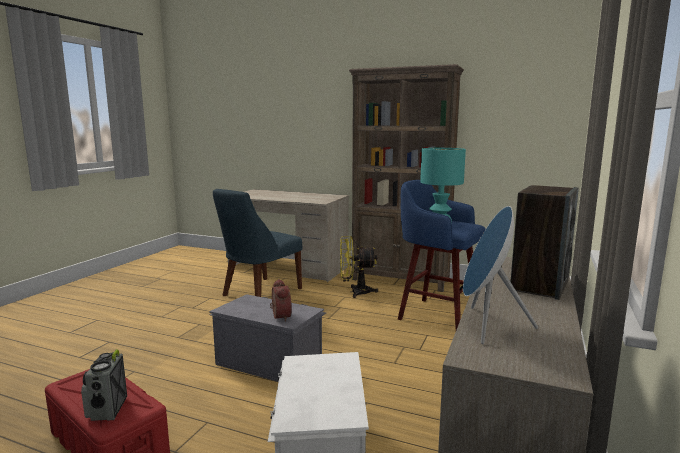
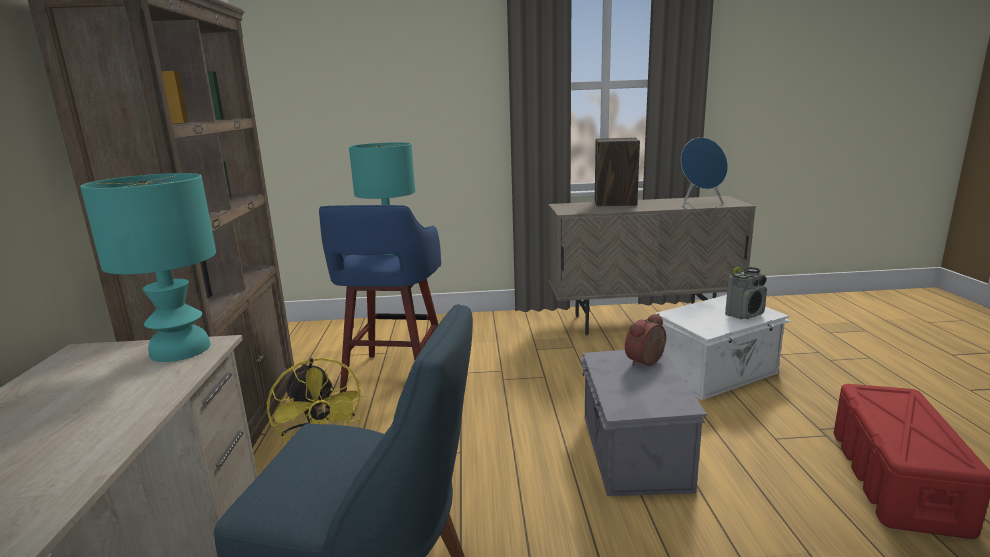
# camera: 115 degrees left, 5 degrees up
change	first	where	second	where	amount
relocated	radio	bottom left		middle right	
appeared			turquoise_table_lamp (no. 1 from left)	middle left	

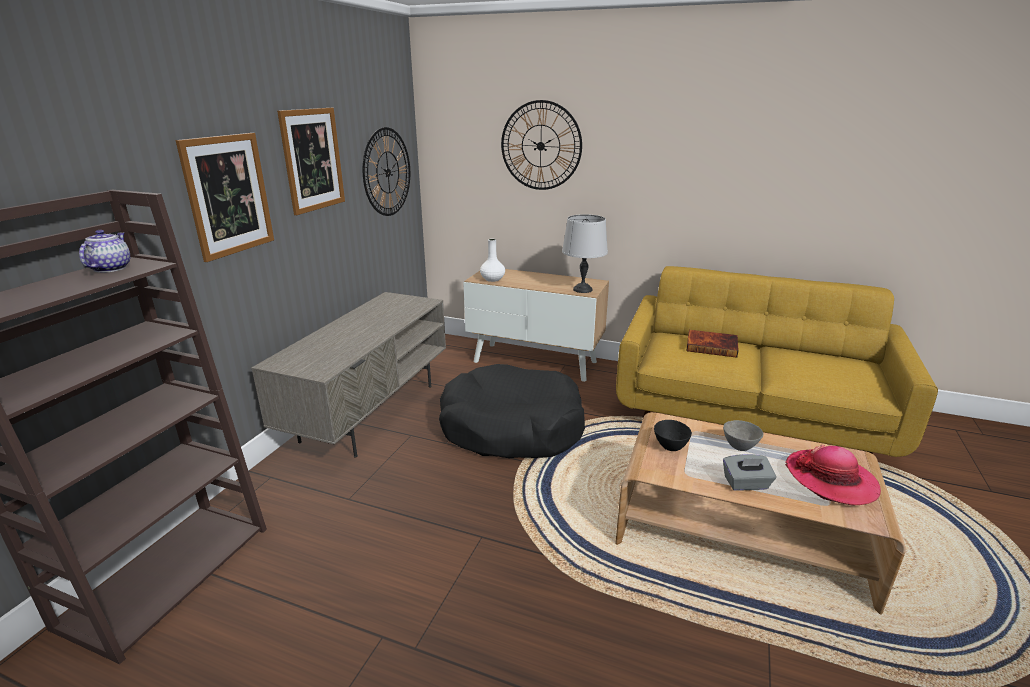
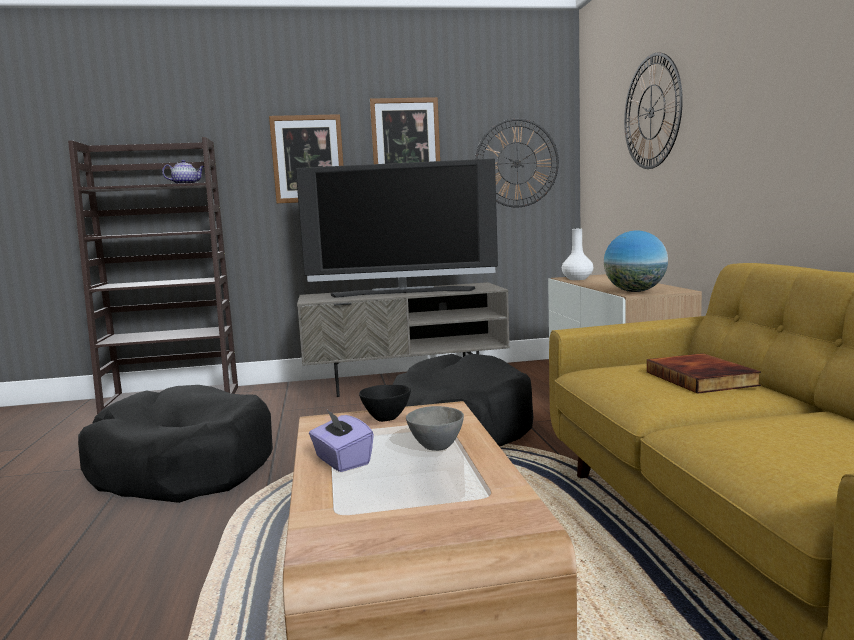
# camera: 60 degrees right, 15 degrees down
change	first	where	second	where	amount
exchanged	grey_table_lamp	centre	globe	middle right	
missing	hat	bottom right			
colour	grey_tissue_box	bottom right	purple_tissue_box	bottom centre	
appeared			television	centre	
appeared			black_dog_bed (no. 1 from left)	bottom left	

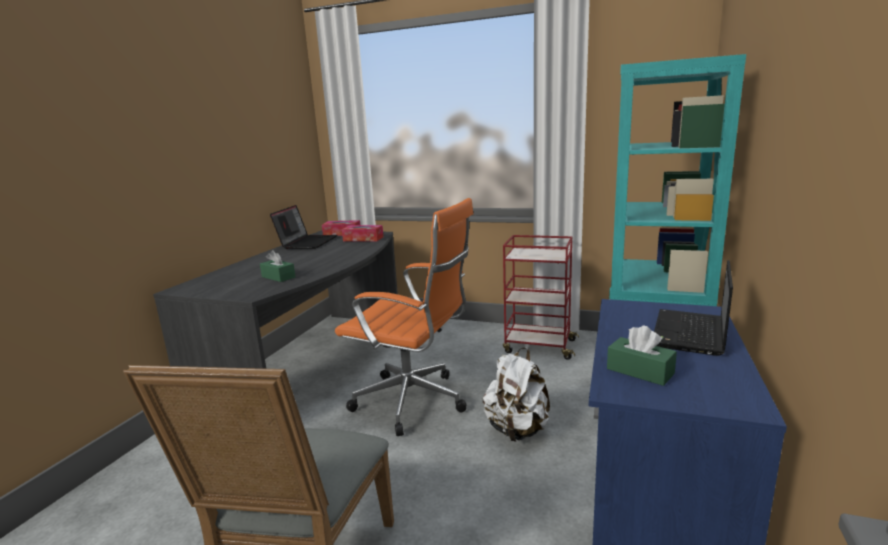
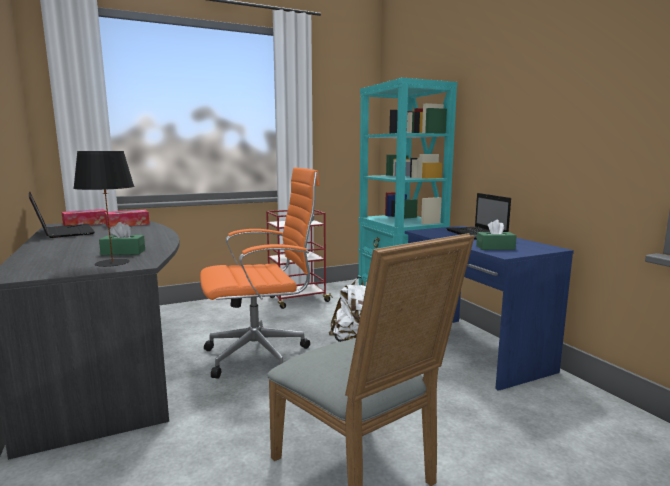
# camera: 45 degrees left, 5 degrees down
change	first	where	second	where	amount
appeared			black_table_lamp	middle left	

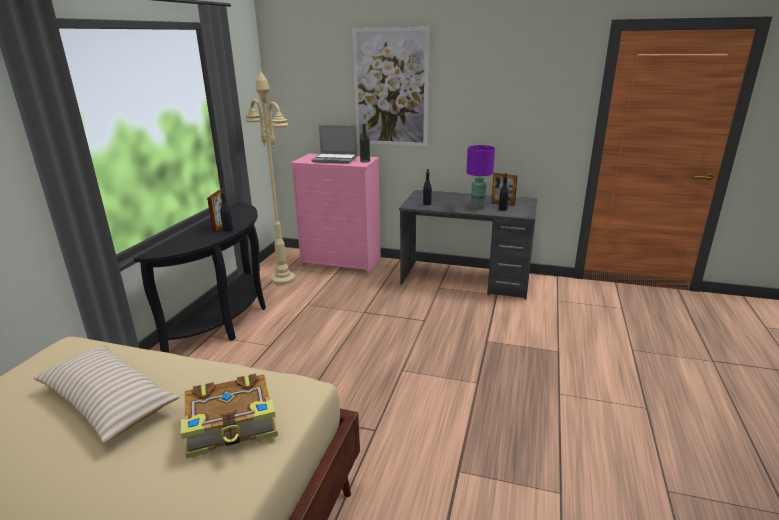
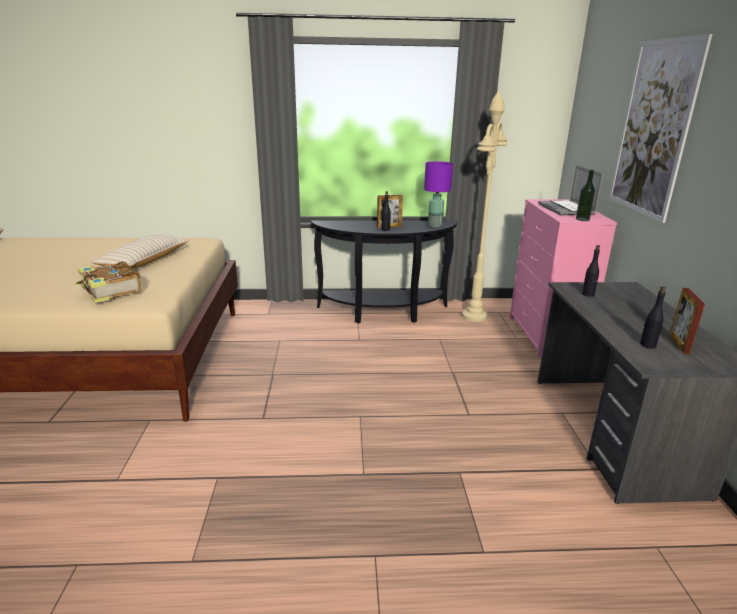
# camera: 70 degrees right, 0 degrees up
change	first	where	second	where	amount
relocated	purple_table_lamp	centre		top centre	

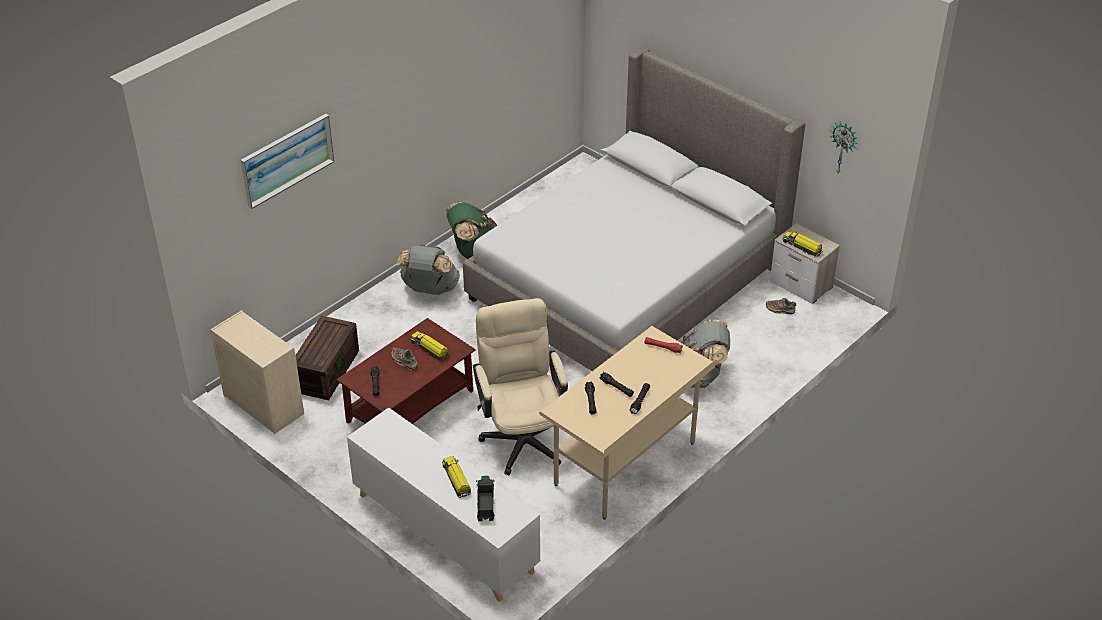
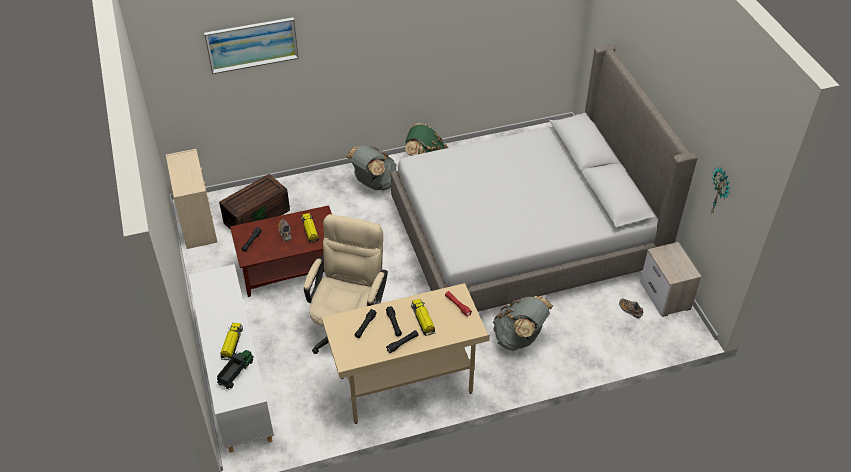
# camera: 30 degrees right, 5 degrees up
change	first	where	second	where	amount
relocated	toy_truck (no. 4 from left)	middle right		bottom centre	

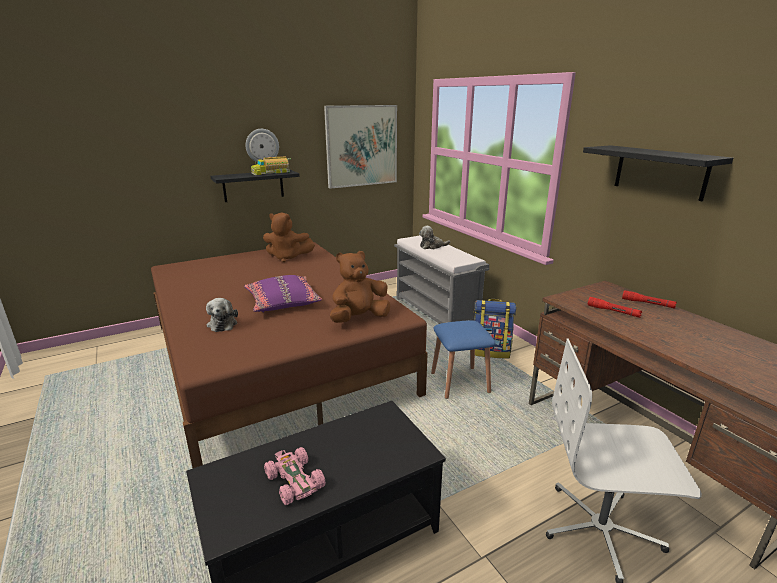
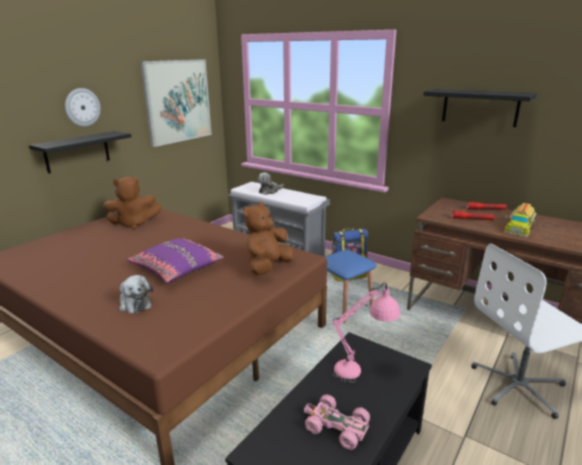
# camera: 25 degrees left, 0 degrees up
change	first	where	second	where	amount
relocated	toy_truck	top centre		middle right	
appeared			pink_table_lamp	bottom centre	

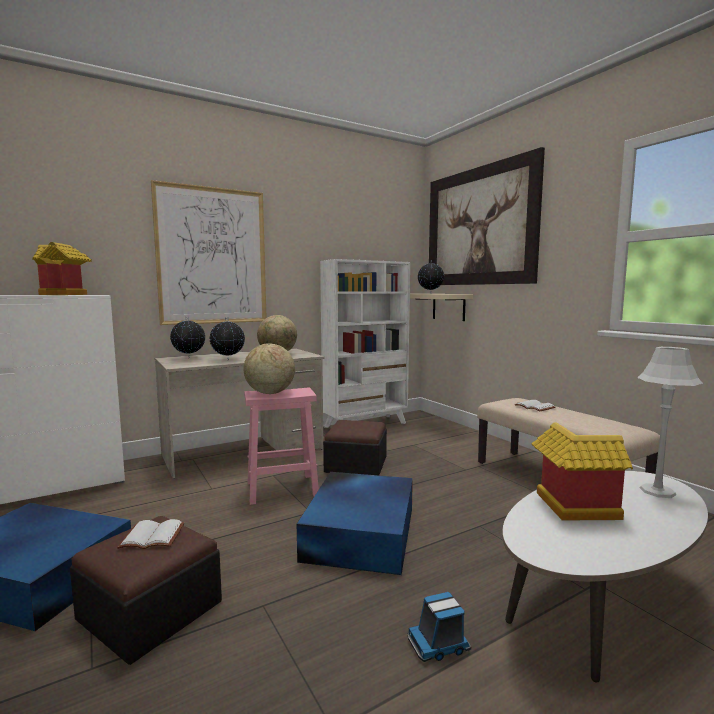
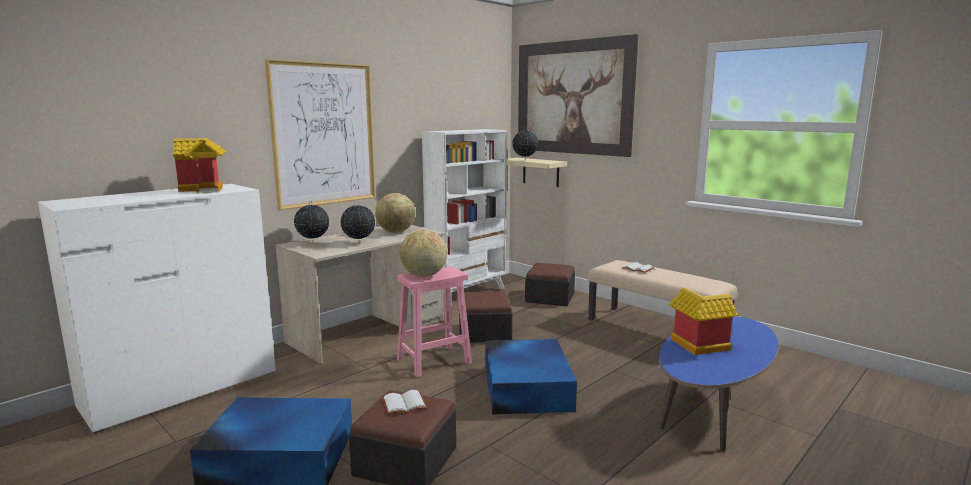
# camera: 15 degrees left, 5 degrees up
change	first	where	second	where	amount
missing	grey_table_lamp	middle right			
colour	white_coffee_table	bottom right	blue_coffee_table	bottom right	
missing	toy_truck	bottom centre			
appeared			ottoman (no. 3 from left)	centre	

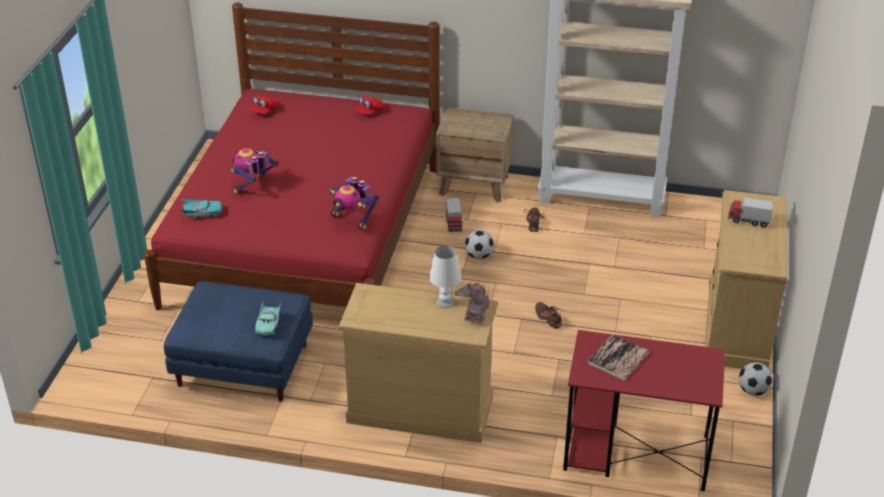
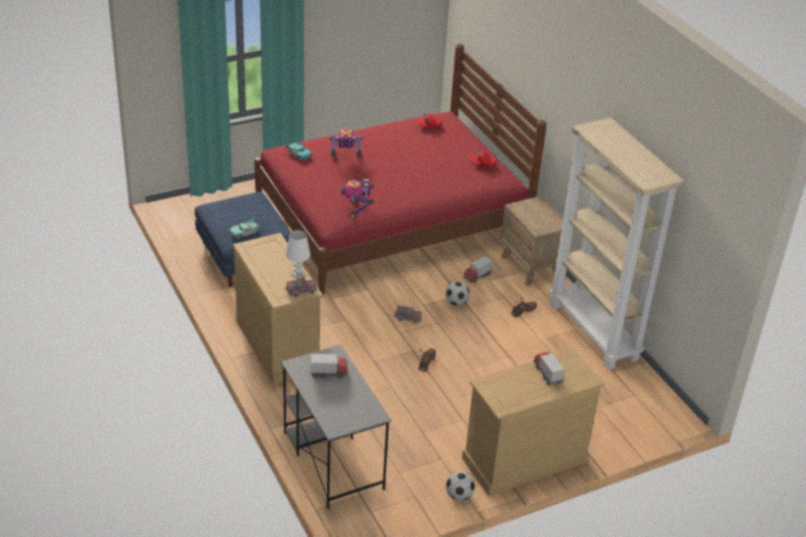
# camera: 50 degrees right, 0 degrees up
change	first	where	second	where	amount
colour	red_desk	bottom right	grey_desk	bottom centre	
exchanged	book	bottom right	toy_truck (no. 2 from left)	bottom centre	

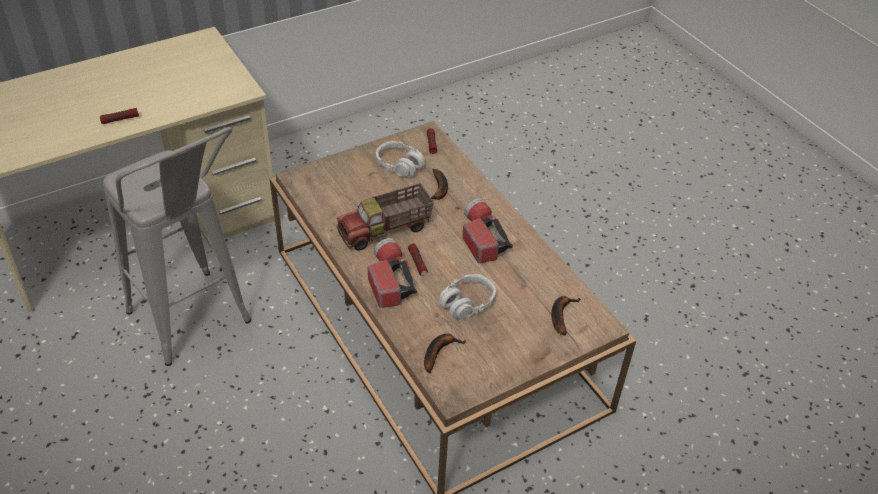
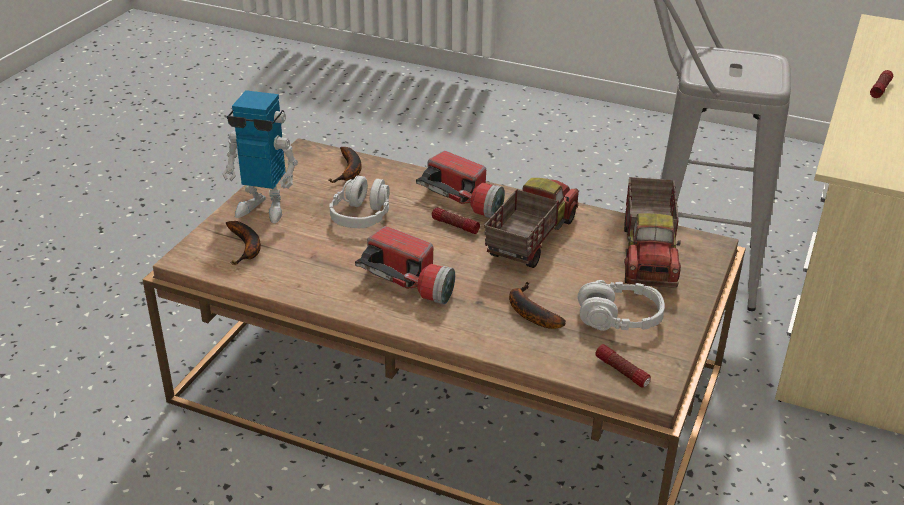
# camera: 145 degrees right, 10 degrees down
change	first	where	second	where	amount
appeared			toy_robot	top left	
appeared			toy_truck (no. 2 from left)	middle right	

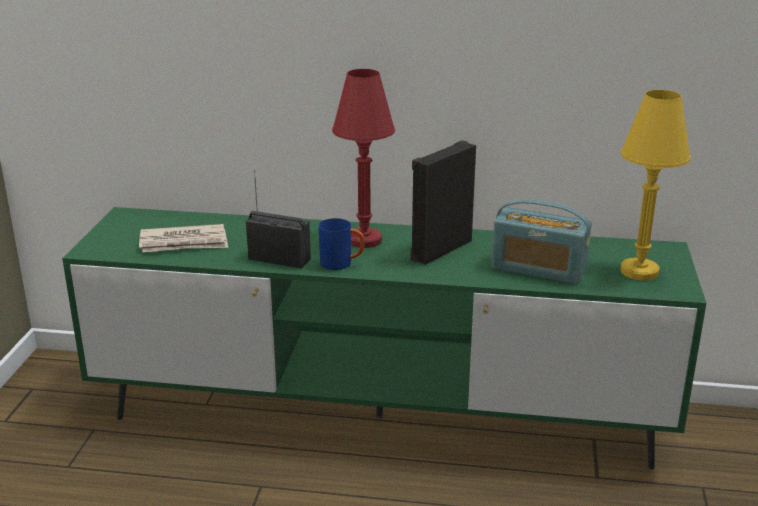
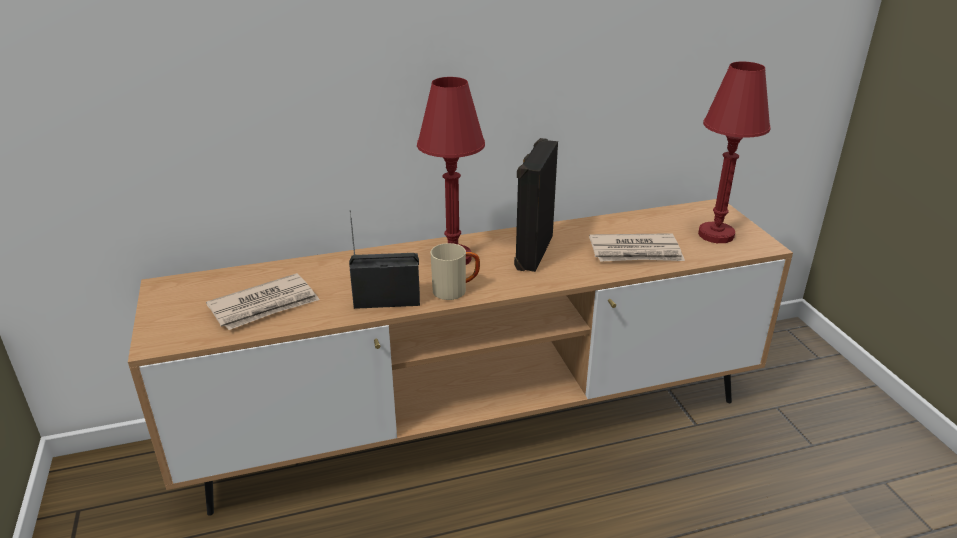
# camera: 25 degrees left, 5 degrees up
change	first	where	second	where	amount
colour	yellow_table_lamp	middle right	red_table_lamp (no. 2 from left)	top right	
exchanged	radio (no. 2 from left)	middle right	newspaper (no. 2 from left)	centre	
colour	green_tv_stand	bottom centre	brown_tv_stand	centre	
colour	blue_mug	centre	beige_mug	centre	

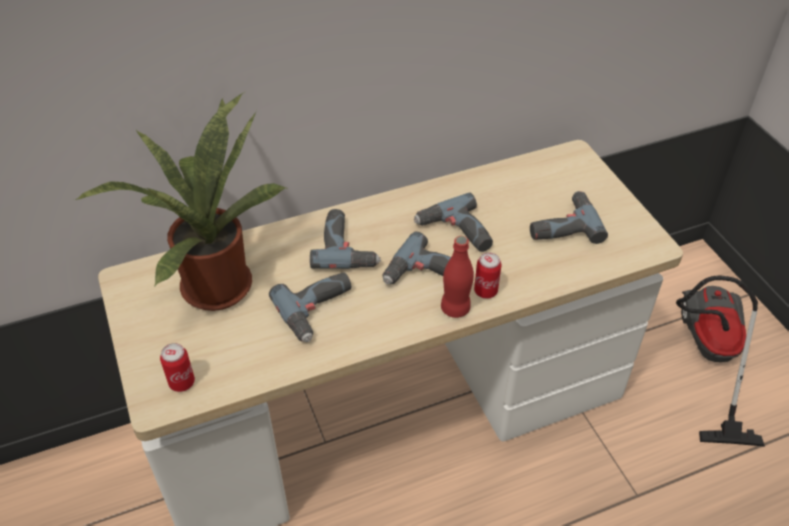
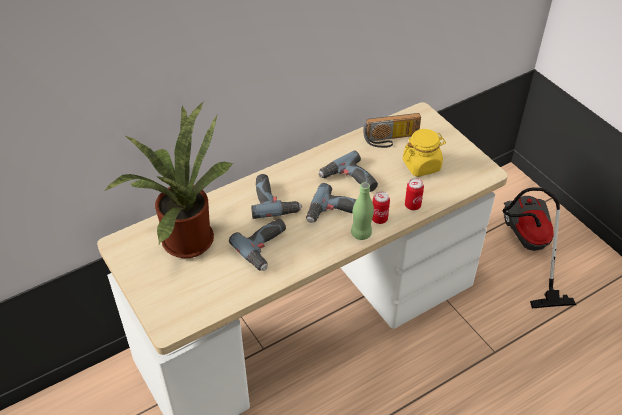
# camera: 10 degrees left, 0 degrees up
change	first	where	second	where	amount
exchanged	power_drill (no. 5 from left)	middle right	yellow_jar	middle right	
colour	red_bottle	centre	green_bottle	centre	
relocated	can (no. 1 from left in the first image)	bottom left	can (no. 2 from left)	centre	
appeared			radio	top centre	

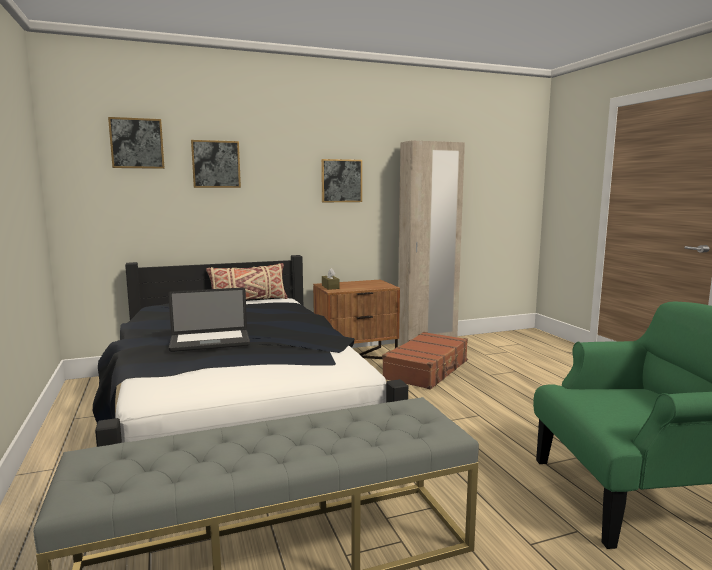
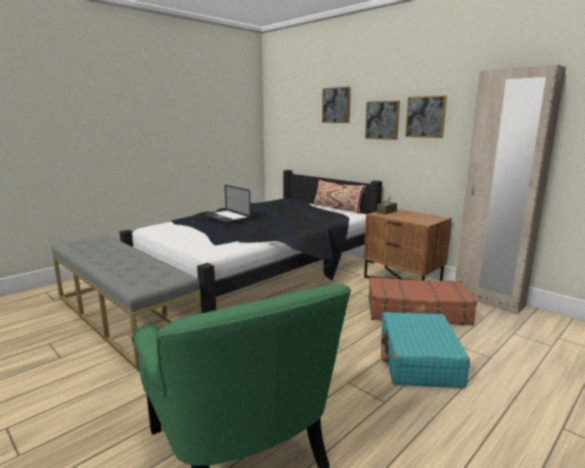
# camera: 65 degrees right, 5 degrees up
change	first	where	second	where	amount
relocated	picture (no. 1 from left in the first image)	top left	picture (no. 2 from left)	top centre	
appeared			turquoise_suitcase	bottom right	

